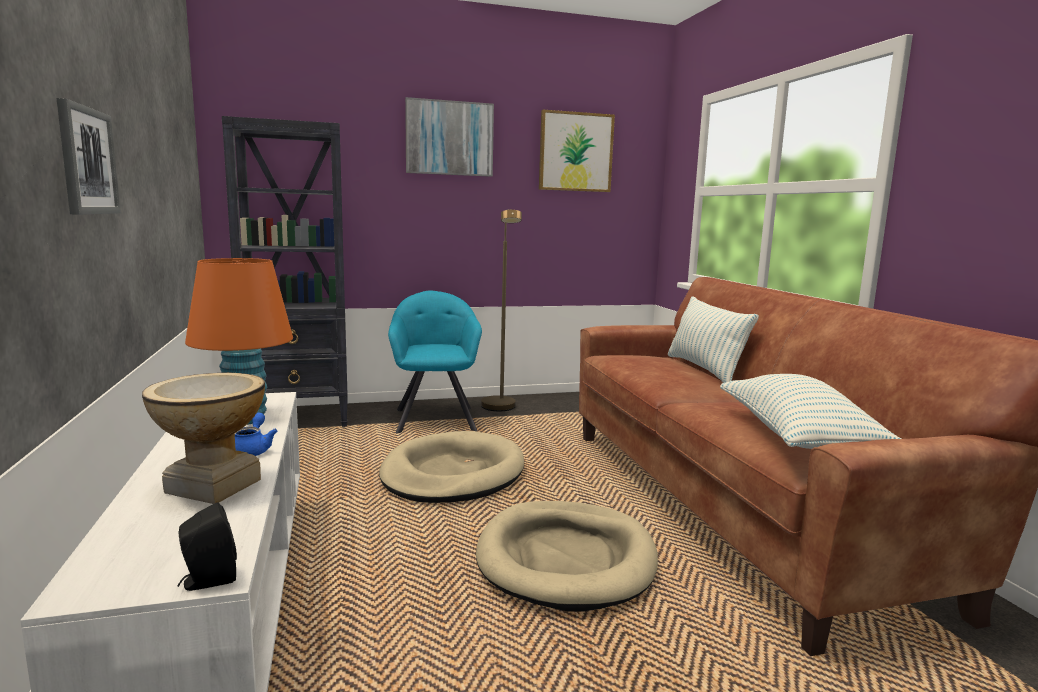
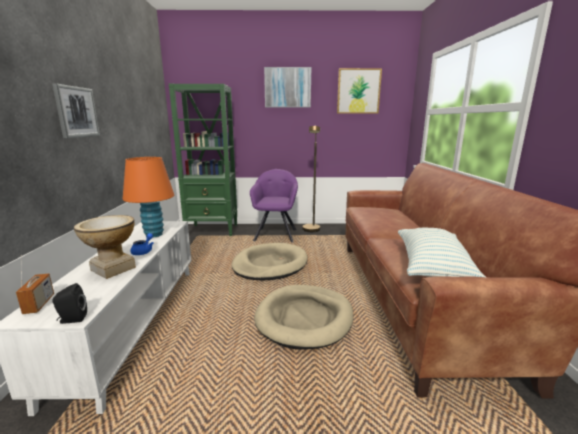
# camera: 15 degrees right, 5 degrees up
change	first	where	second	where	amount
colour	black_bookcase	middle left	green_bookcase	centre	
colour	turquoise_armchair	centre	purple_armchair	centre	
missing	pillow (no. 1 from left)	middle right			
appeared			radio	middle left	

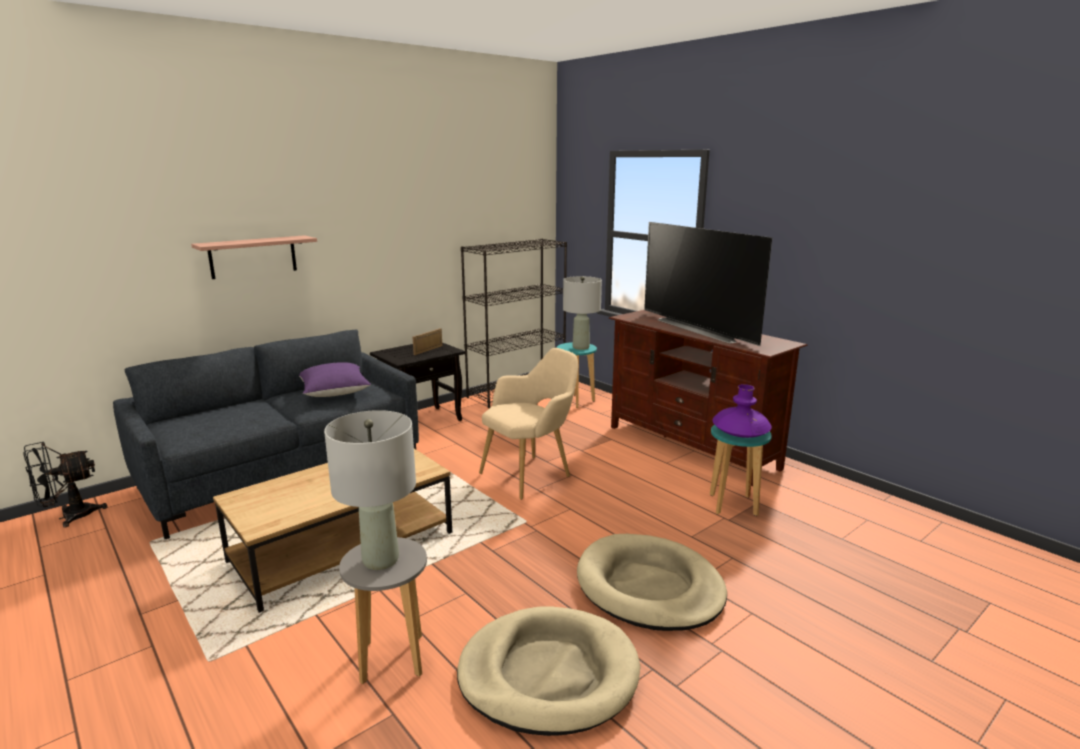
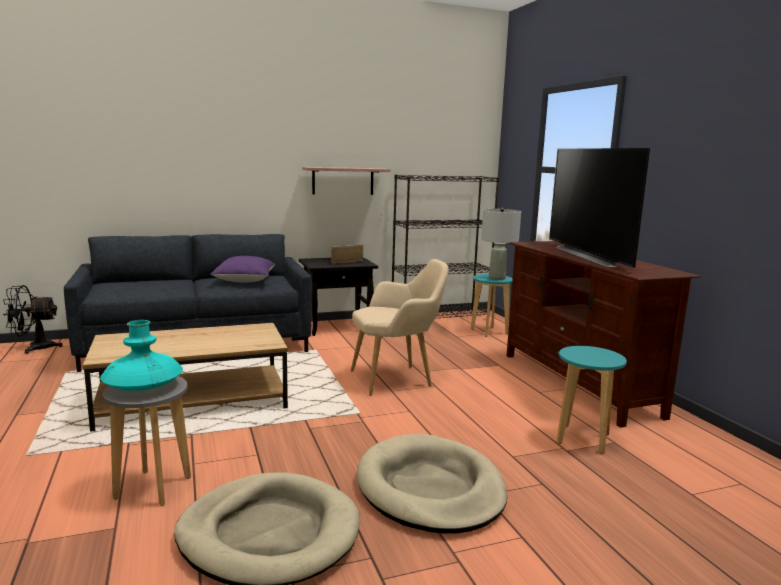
# camera: 20 degrees right, 5 degrees down
change	first	where	second	where	amount
relocated	shelf	middle left		top centre	
missing	purple_vase	middle right			
exchanged	grey_table_lamp (no. 1 from left)	centre	turquoise_vase	middle left	

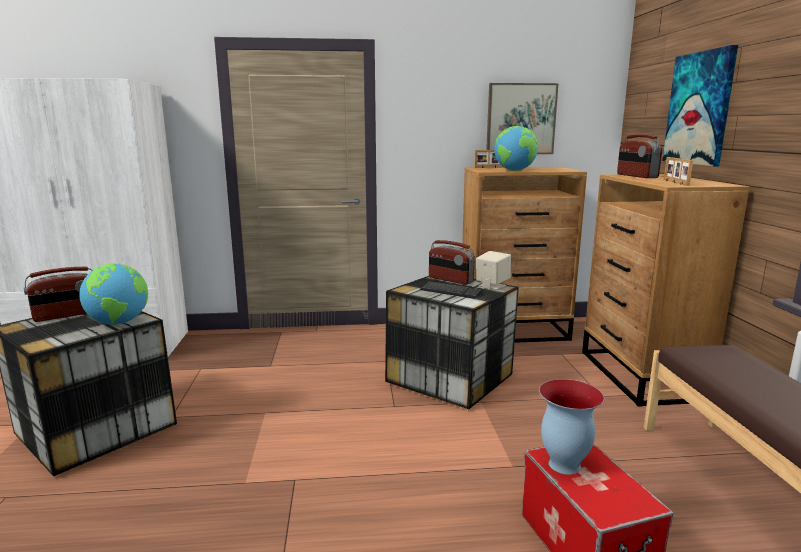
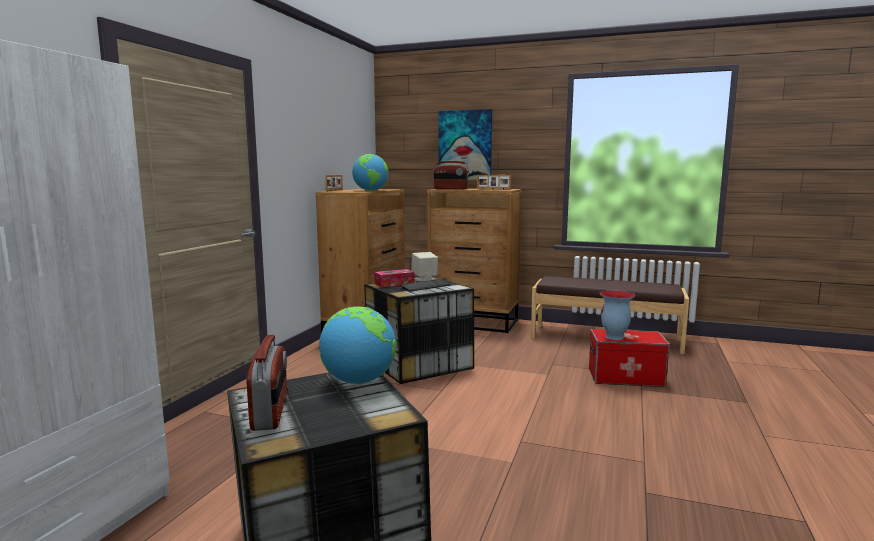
# camera: 65 degrees left, 5 degrees down
change	first	where	second	where	amount
missing	picture (no. 1 from left)	top centre			
exchanged	radio (no. 2 from left)	centre	tissue_box	centre	

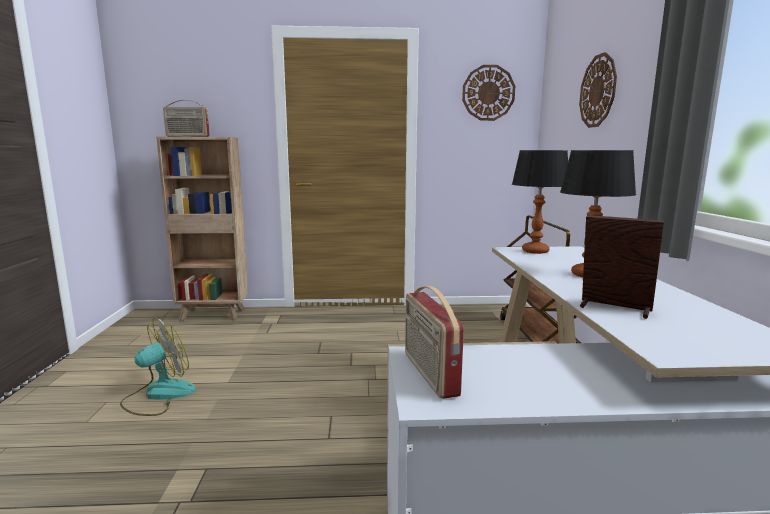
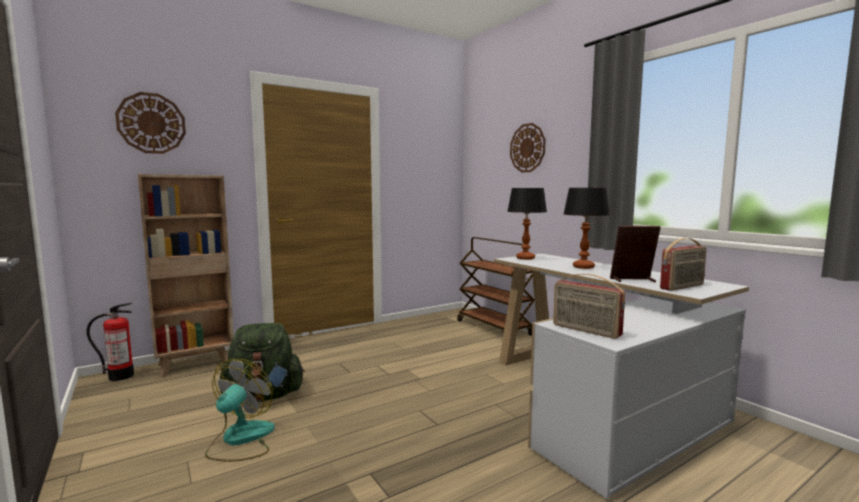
# camera: 30 degrees left, 5 degrees down
change	first	where	second	where	amount
relocated	wall_clock (no. 1 from left)	top centre		top left	
relocated	radio (no. 1 from left in the first image)	top left	radio (no. 2 from left)	middle right	
appeared			fire_extinguisher	bottom left	
appeared			green_backpack	bottom left	

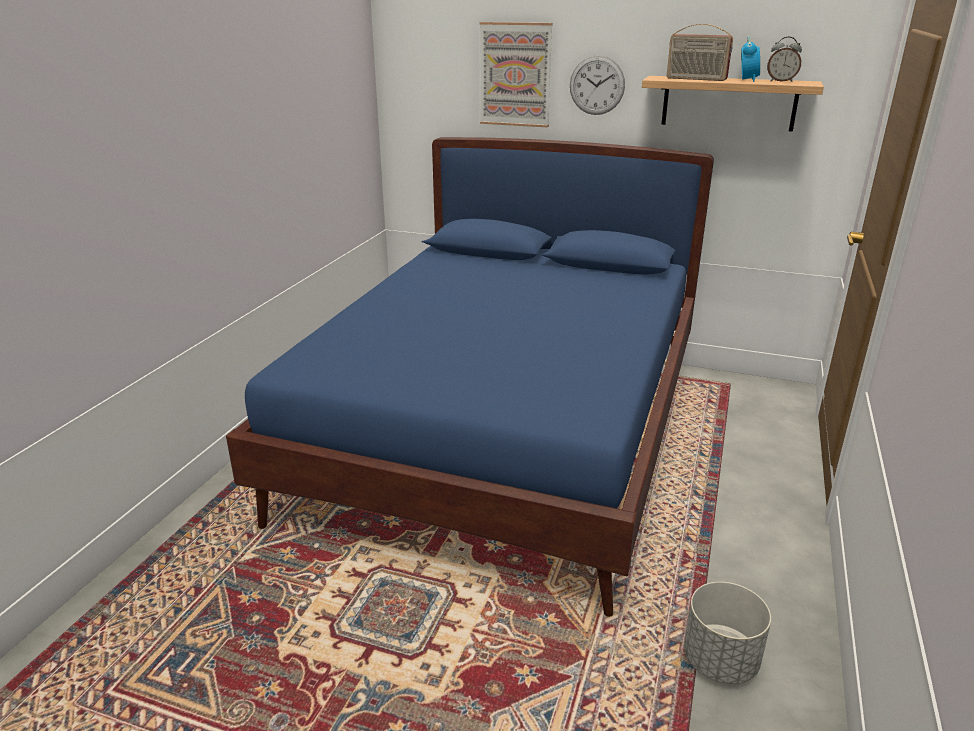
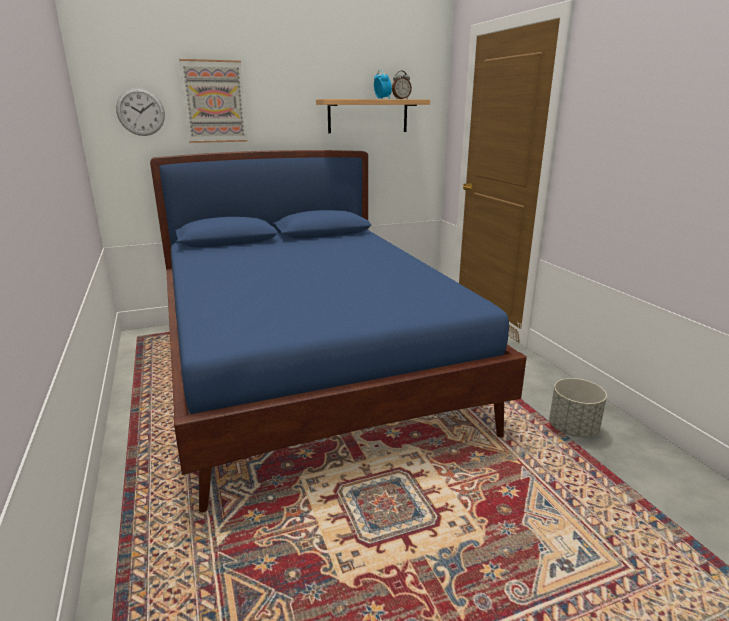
# camera: 40 degrees left, 5 degrees down
change	first	where	second	where	amount
missing	radio	top right			
relocated	wall_clock	top centre		top left	

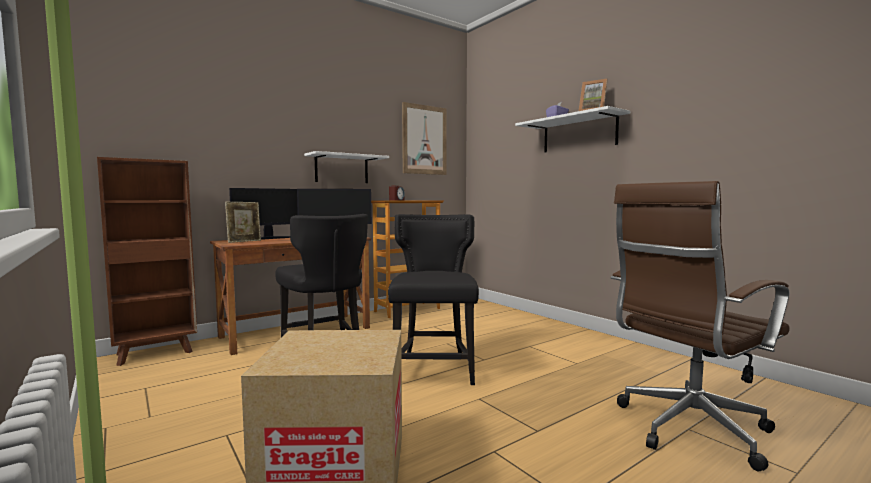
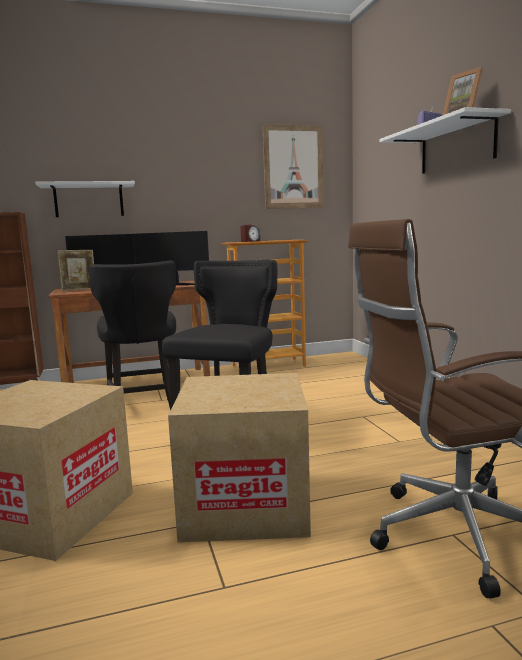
# camera: 20 degrees right, 5 degrees up
change	first	where	second	where	amount
relocated	white_shelf (no. 1 from left)	centre		top left	
appeared			cardboard_box (no. 2 from left)	bottom centre	

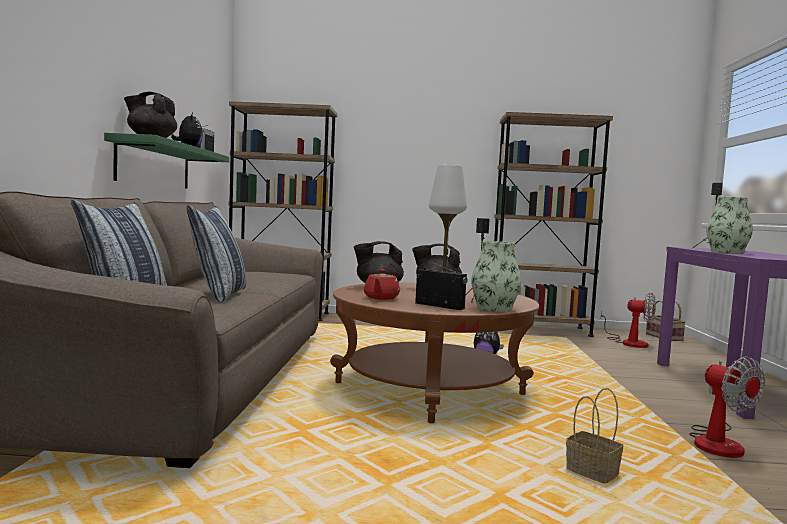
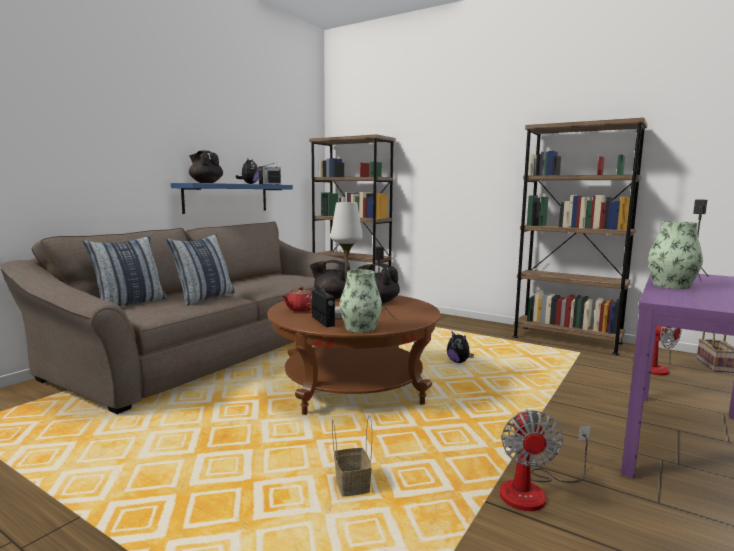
# camera: 30 degrees right, 5 degrees up
change	first	where	second	where	amount
colour	green_shelf	top left	blue_shelf	middle left	

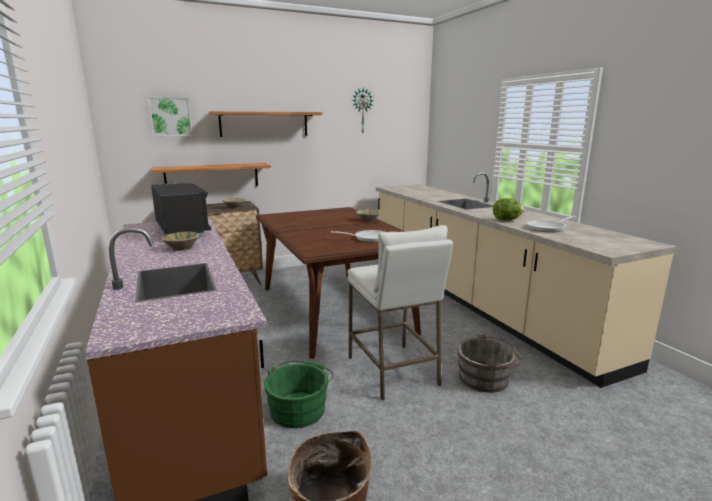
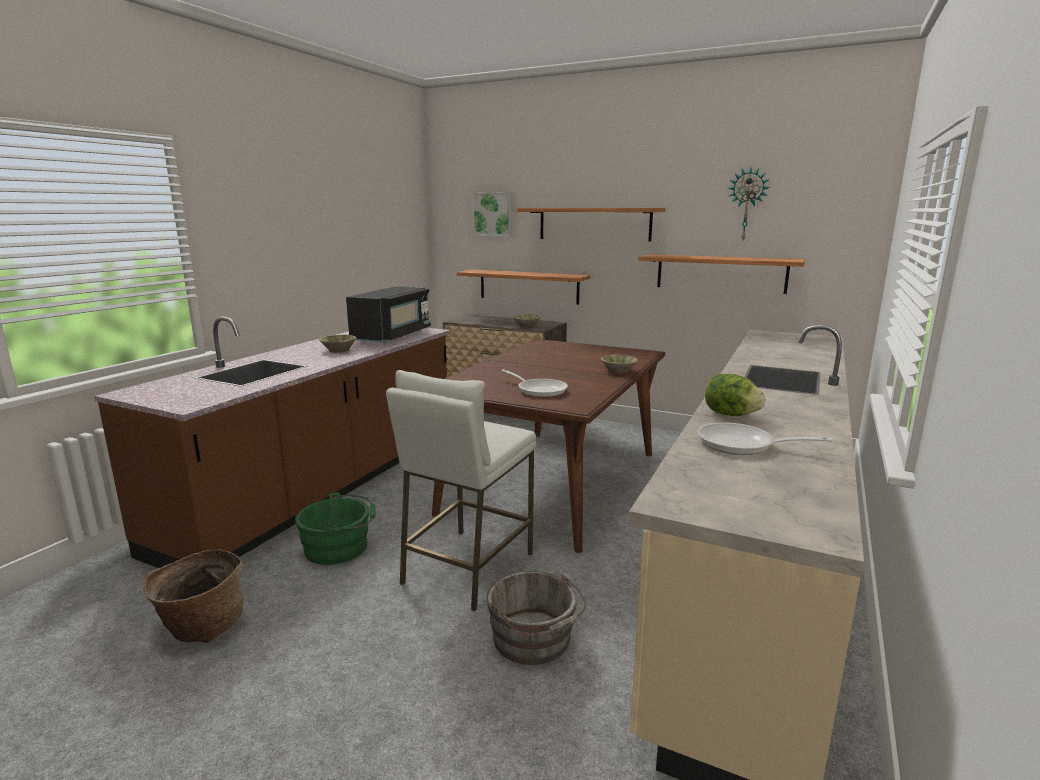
# camera: 50 degrees right, 0 degrees up
change	first	where	second	where	amount
appeared			shelf (no. 3 from left)	middle right	

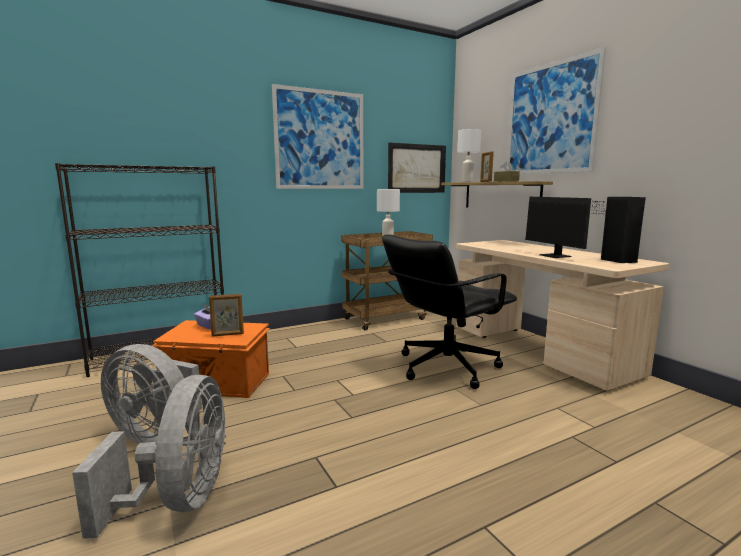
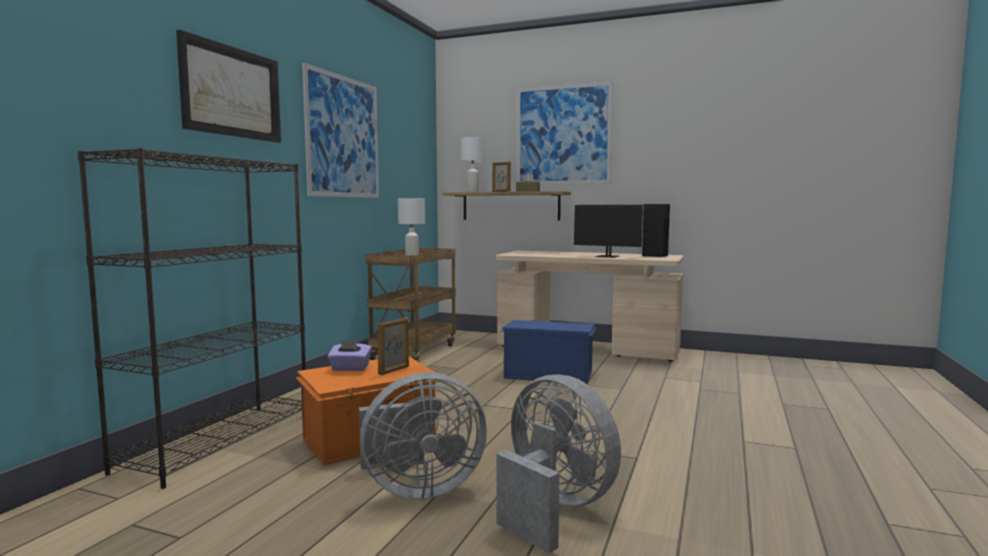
# camera: 40 degrees left, 5 degrees down
change	first	where	second	where	amount
relocated	picture (no. 2 from left in the first image)	top centre	picture (no. 1 from left)	top left	
exchanged	black_office_chair	centre	blue_storage_box	centre	

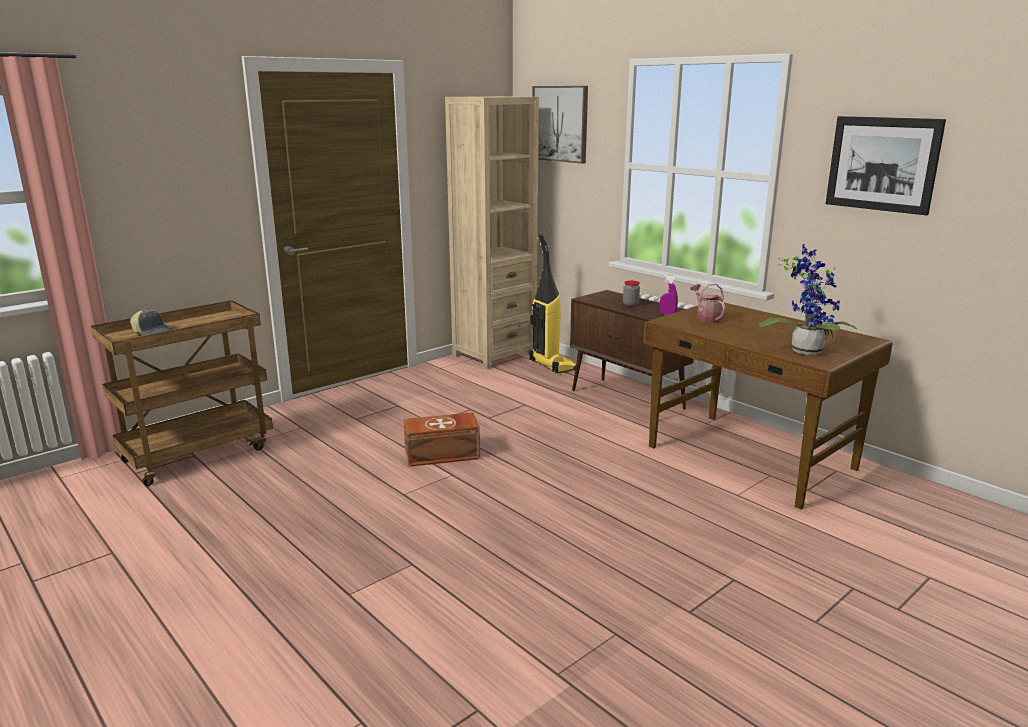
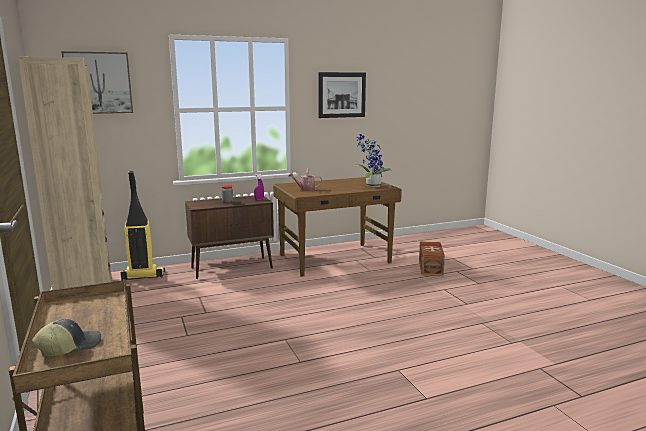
# camera: 70 degrees left, 5 degrees down
change	first	where	second	where	amount
relocated	brown_storage_box	centre		middle right	

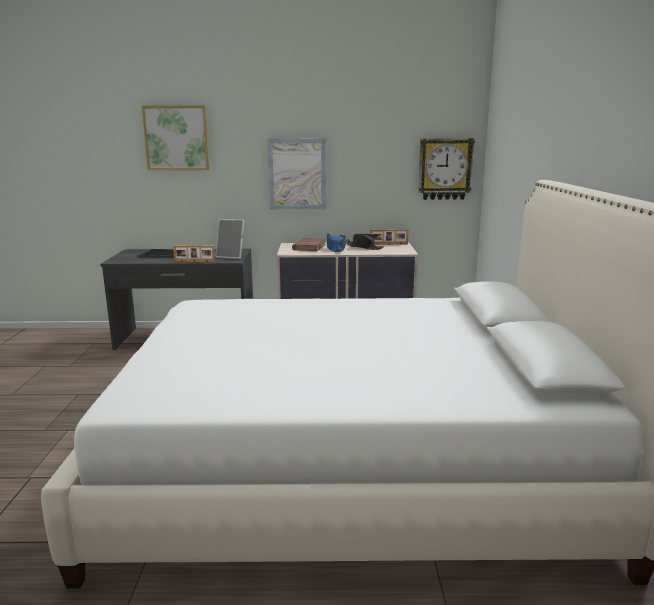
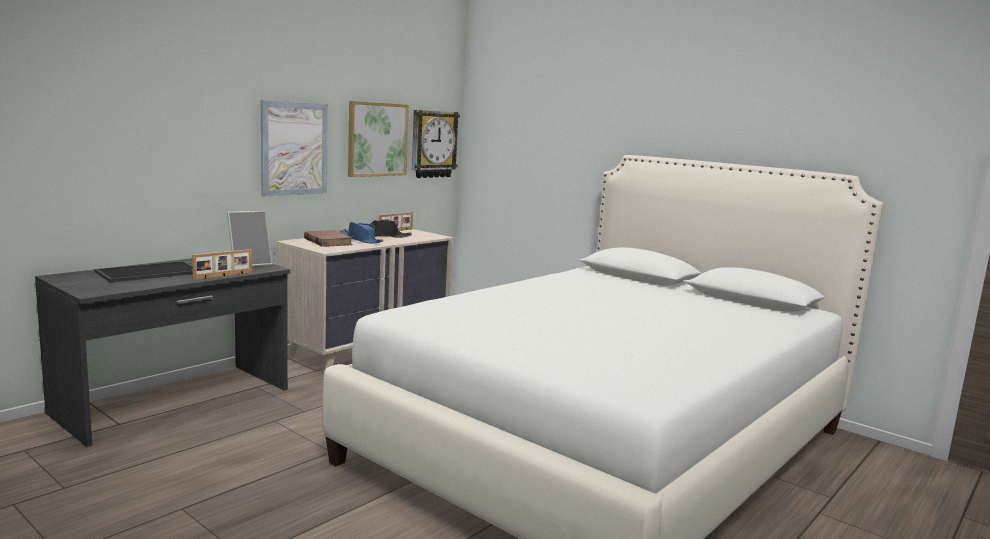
# camera: 50 degrees left, 5 degrees down
change	first	where	second	where	amount
relocated	picture (no. 1 from left in the first image)	top left	picture (no. 2 from left)	top centre	

